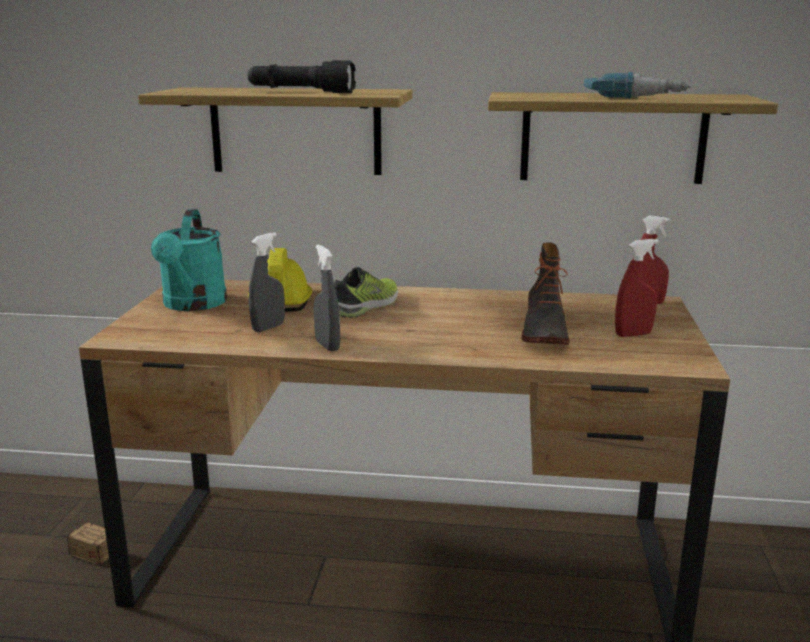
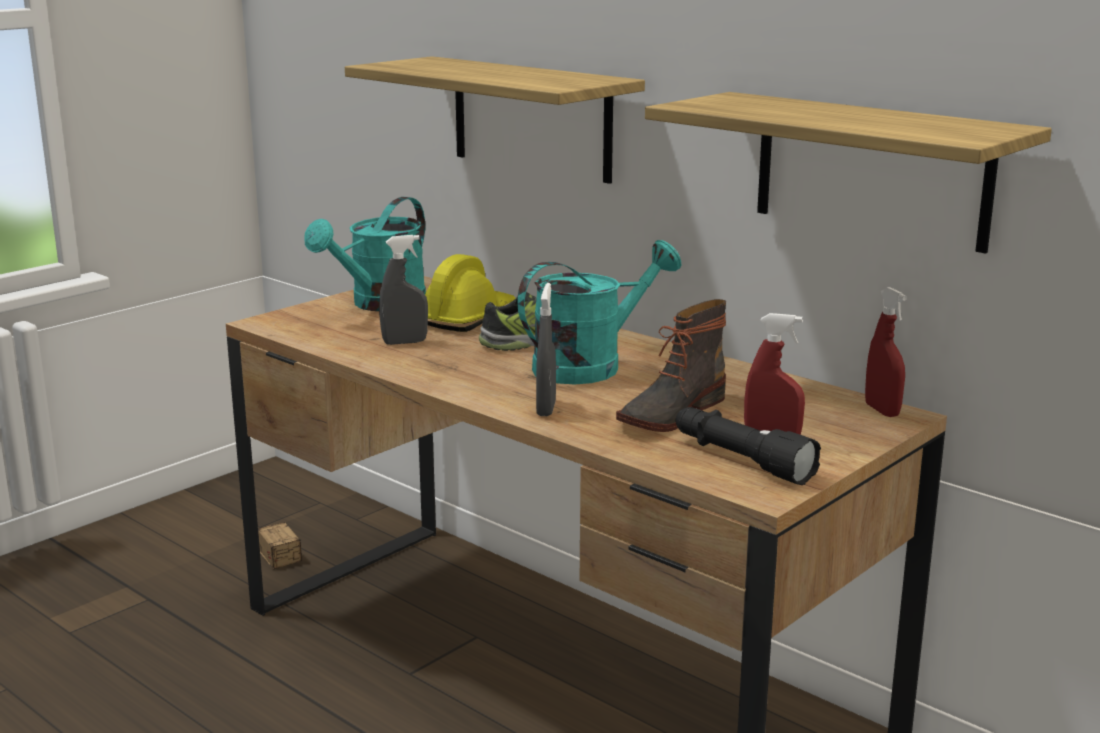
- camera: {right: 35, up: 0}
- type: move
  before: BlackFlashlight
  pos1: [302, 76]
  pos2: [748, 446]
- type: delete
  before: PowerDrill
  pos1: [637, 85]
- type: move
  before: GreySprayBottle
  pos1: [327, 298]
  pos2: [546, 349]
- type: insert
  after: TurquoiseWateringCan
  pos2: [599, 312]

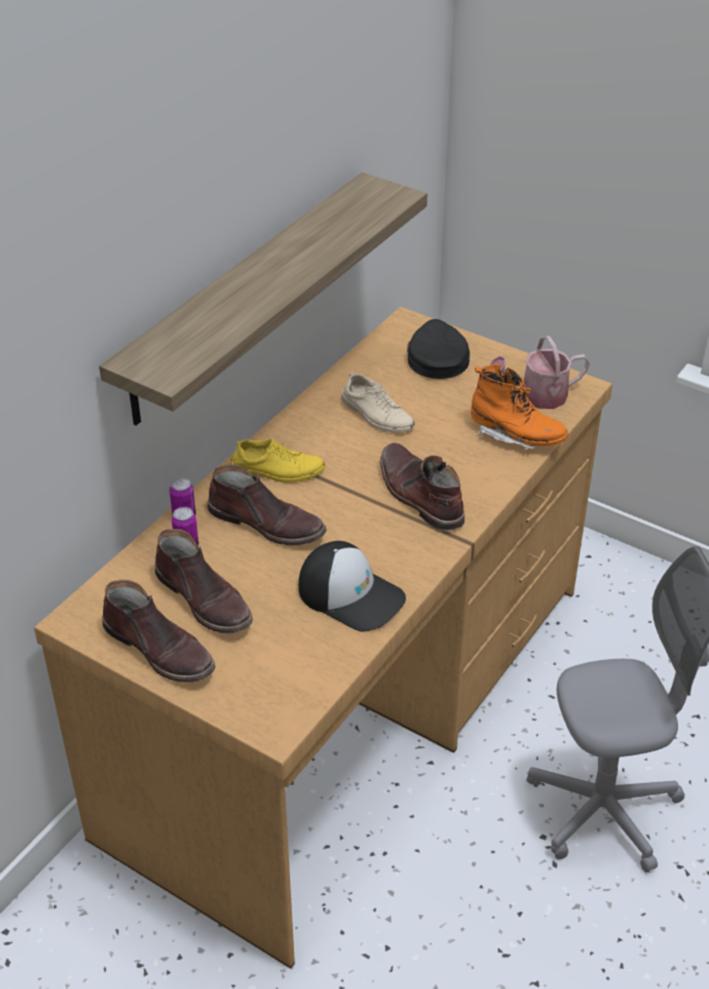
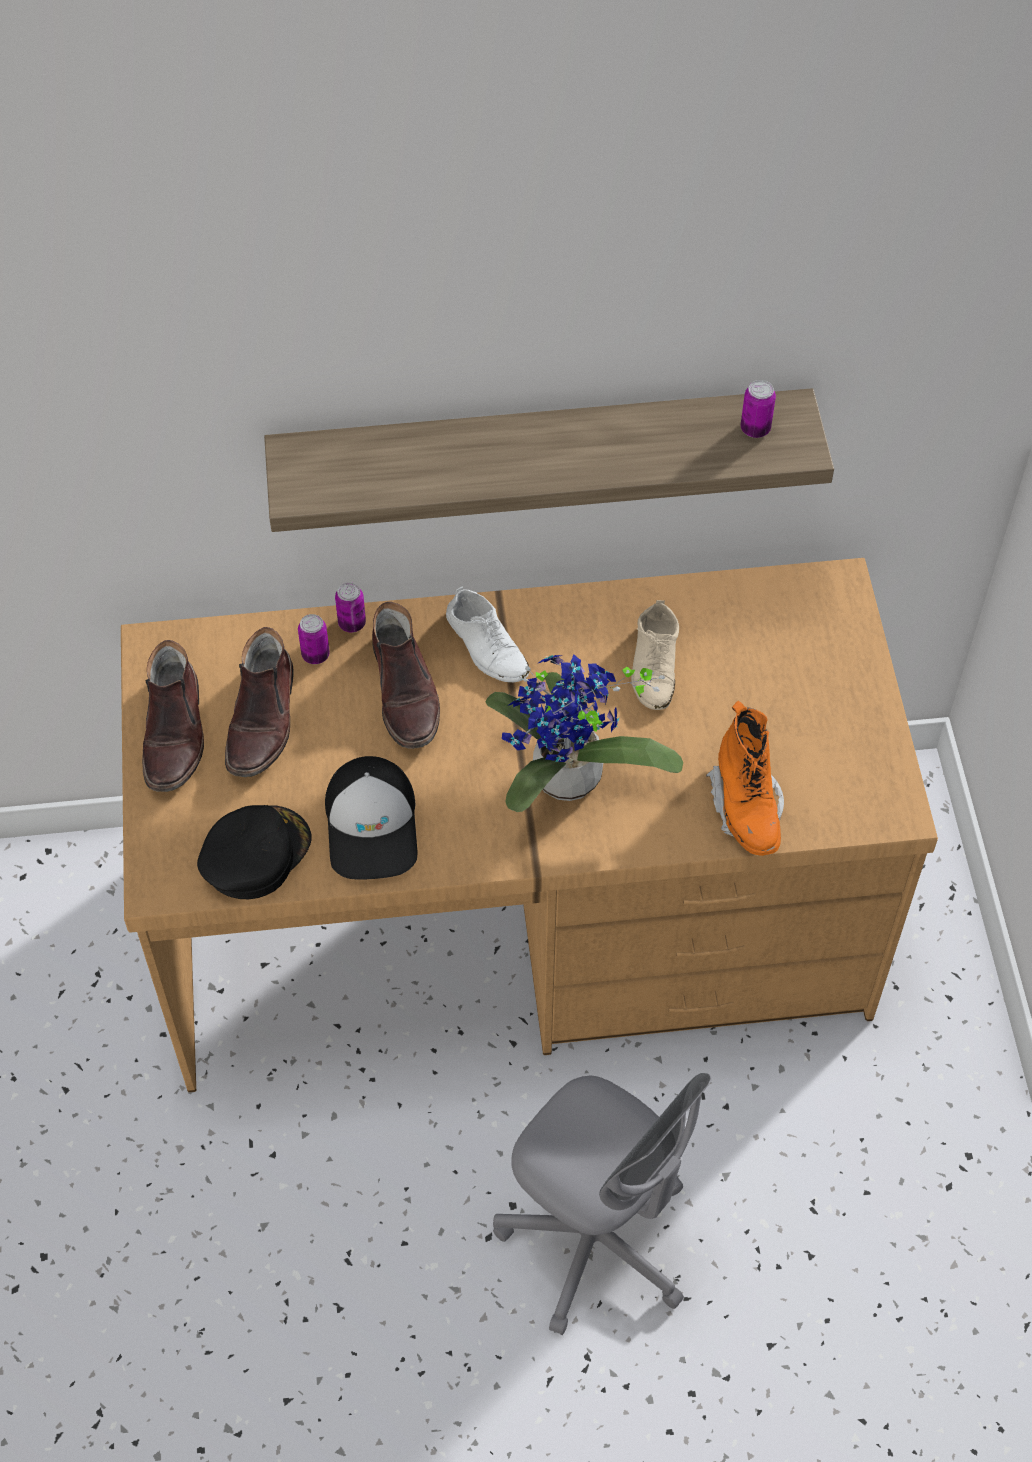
- camera: {right: 50, up: 15}
- type: move
  before: BlackCap
  pos1: [438, 349]
  pos2: [254, 851]
- type: delete
  before: WateringCan
  pos1: [540, 372]
- type: recolor
  before: YellowShoe
  after: WhiteShoe
  pos1: [278, 460]
  pos2: [487, 634]
- type: replace
  before: BrownBoot
  after: PottedPlant
  pos1: [422, 487]
  pos2: [584, 733]
- type: insert
  after: Can
  pos2: [758, 409]

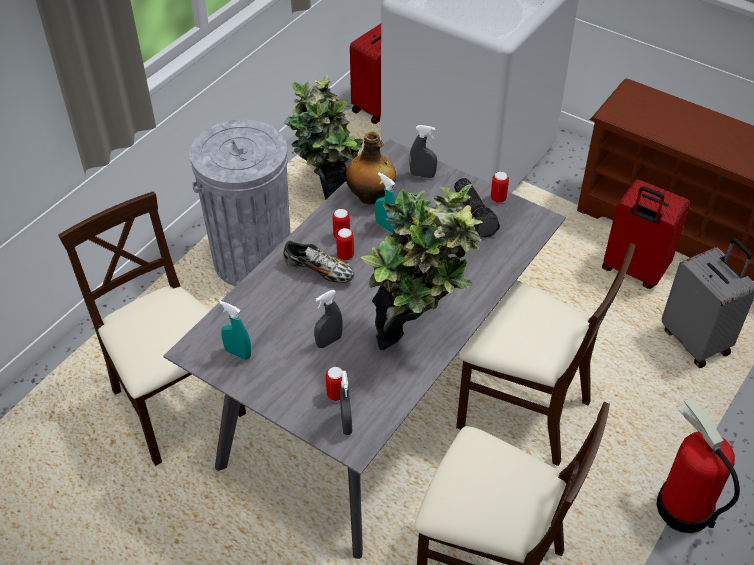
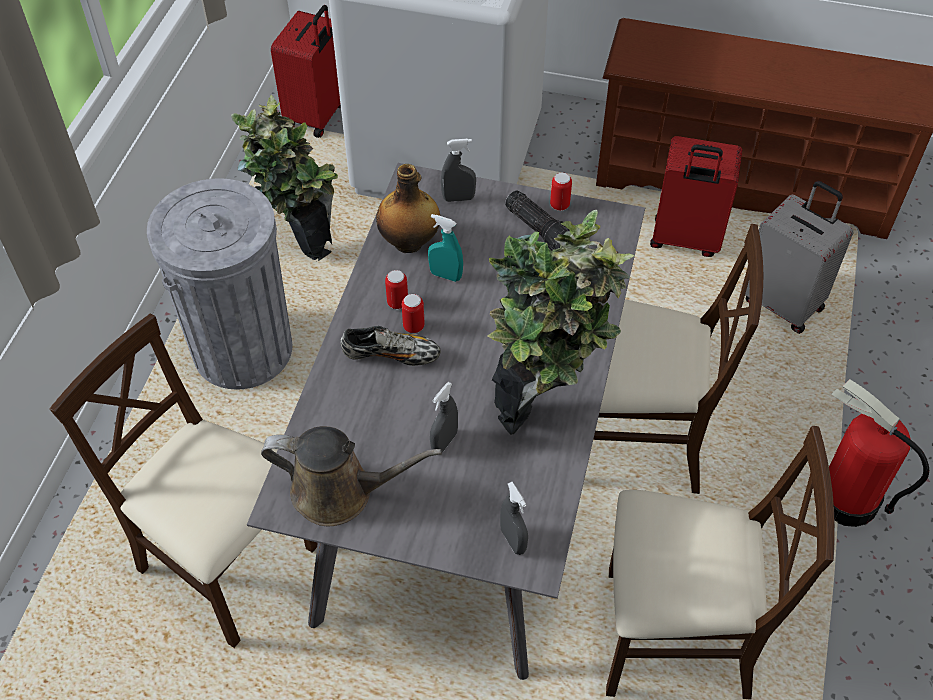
- camera: {right: -20, up: 5}
- type: replace
  before: TurquoiseSprayBottle
  after: BrownWateringCan
  pos1: [235, 330]
  pos2: [351, 476]
- type: delete
  before: Can
  pos1: [334, 384]

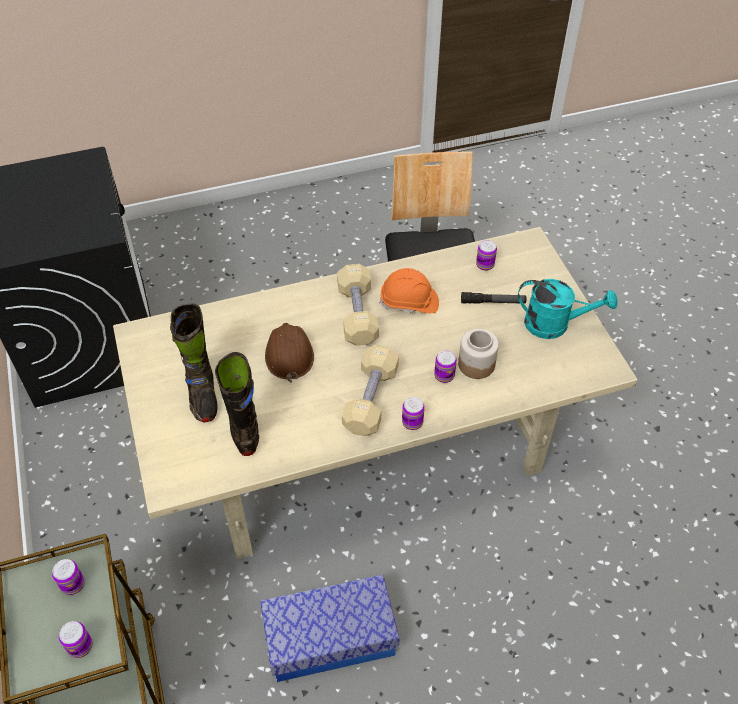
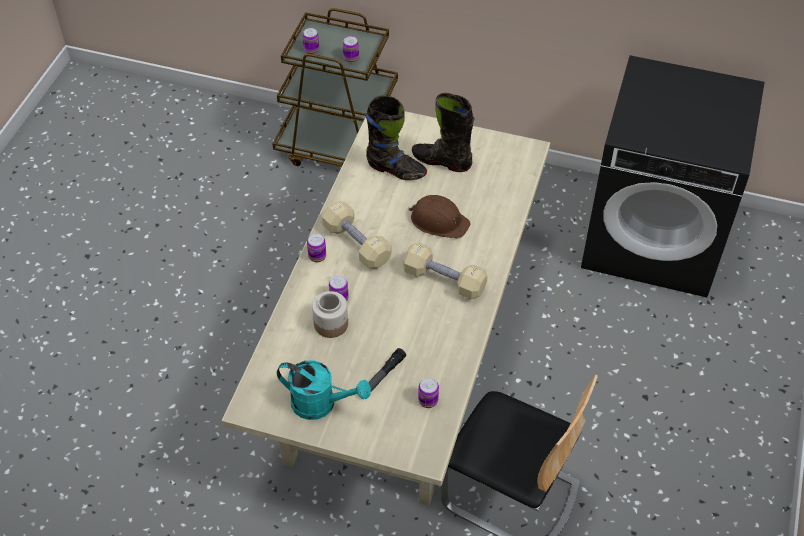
- camera: {right: 125, up: 0}
- type: delete
  before: OrangeHardHat
  pos1: [409, 290]
- type: rotate
  before: TurquoiseWateringCan
  pos1: [568, 309]
  pos2: [324, 390]
  turn: -120
- type: delete
  before: StorageBox
  pos1: [330, 628]

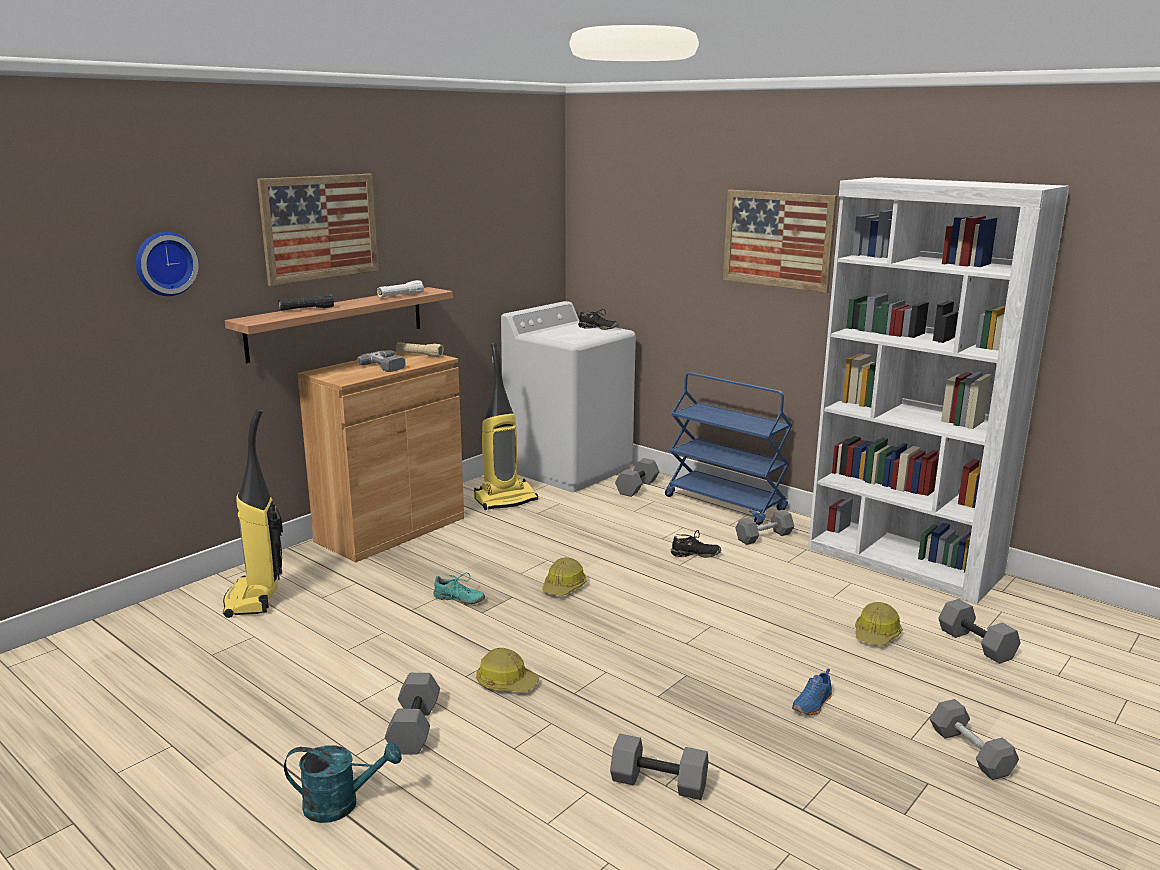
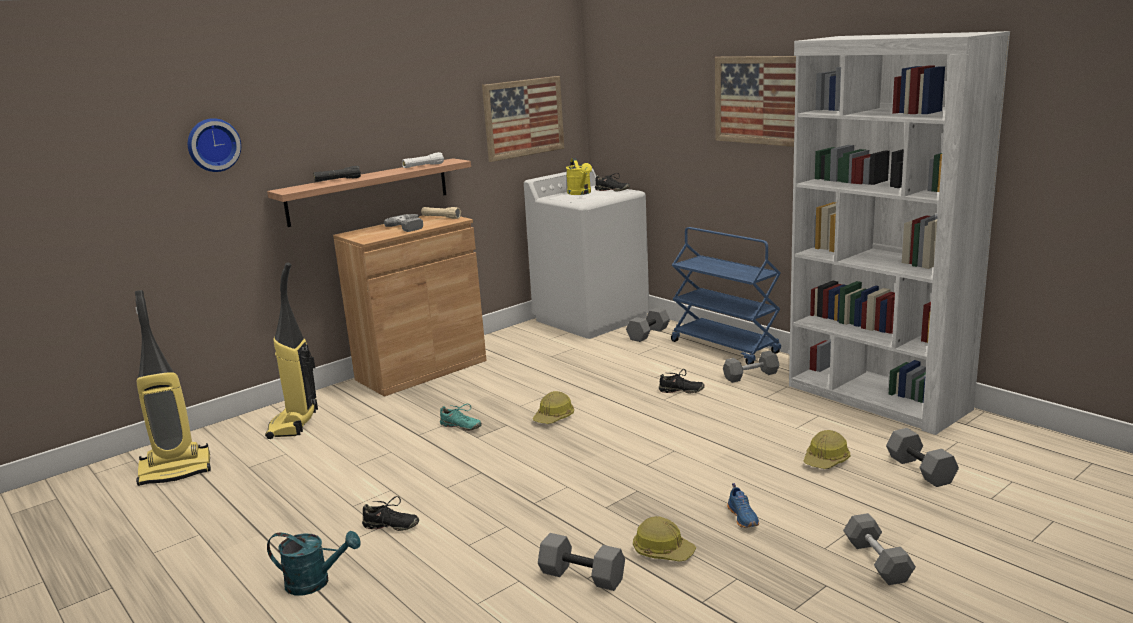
- camera: {right: 10, up: 0}
- type: move
  before: Picture
  pos1: [317, 230]
  pos2: [523, 119]
- type: move
  before: VacuumCleaner
  pos1: [506, 426]
  pos2: [173, 388]
- type: move
  before: HardHat
  pos1: [508, 670]
  pos2: [664, 538]
- type: rotate
  before: BlueShoe
  pos1: [812, 691]
  pos2: [743, 505]
  turn: -60
- type: replace
  before: GreyDumbbell
  after: BlackShoe
  pos1: [412, 714]
  pos2: [390, 513]
- type: insert
  after: YellowWateringCan
  pos2: [579, 176]

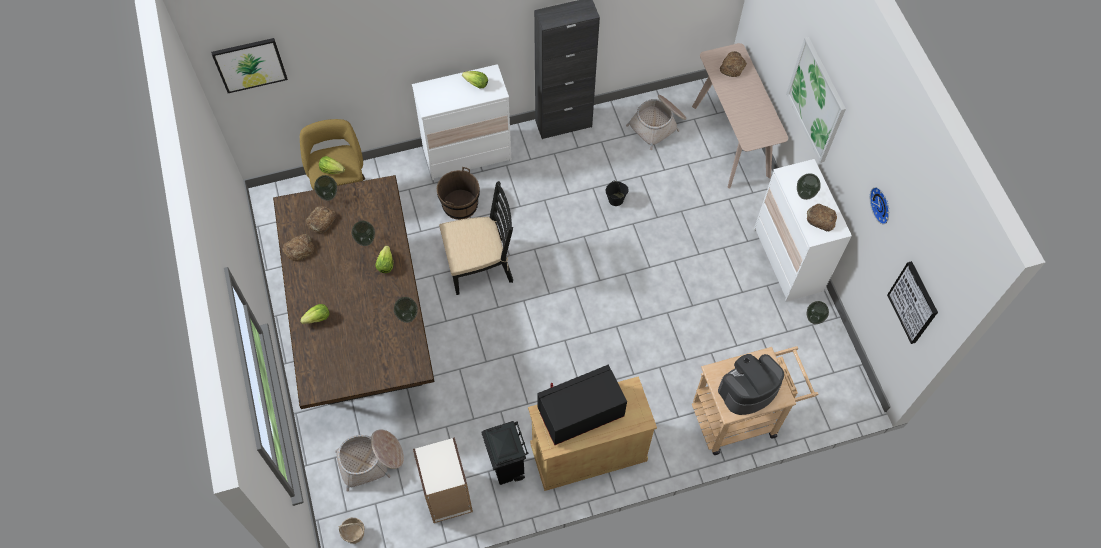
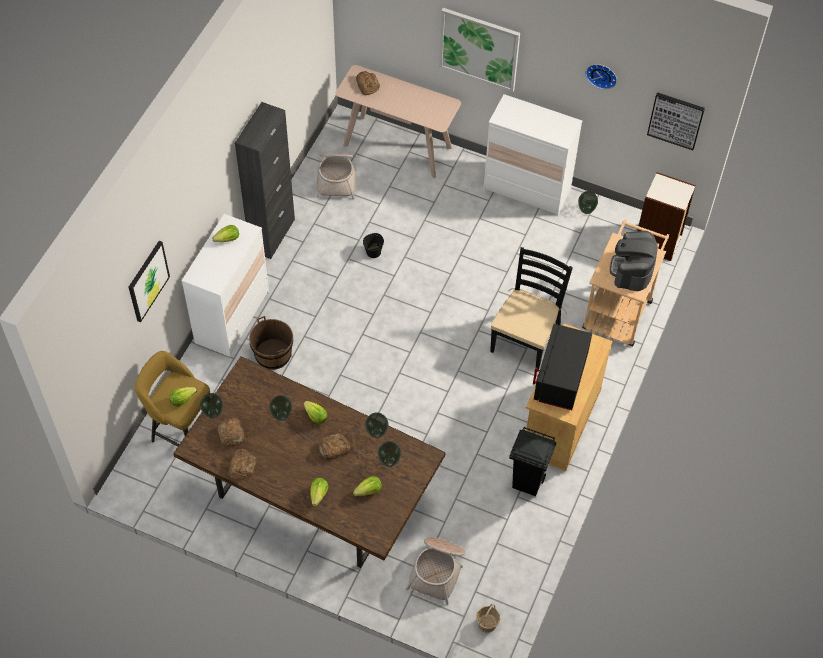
- camera: {right: -50, up: -5}
- type: move
  before: Picture
  pos1: [249, 65]
  pos2: [149, 281]
- type: move
  before: Vase
  pos1: [809, 186]
  pos2: [389, 454]
- type: move
  before: BlackChair
  pos1: [476, 238]
  pos2: [531, 308]
- type: move
  before: Bread
  pos1: [822, 217]
  pos2: [335, 446]
- type: move
  before: Bookcase
  pos1: [443, 480]
  pos2: [666, 216]
- type: insert
  after: Lettuce
  pos2: [367, 486]

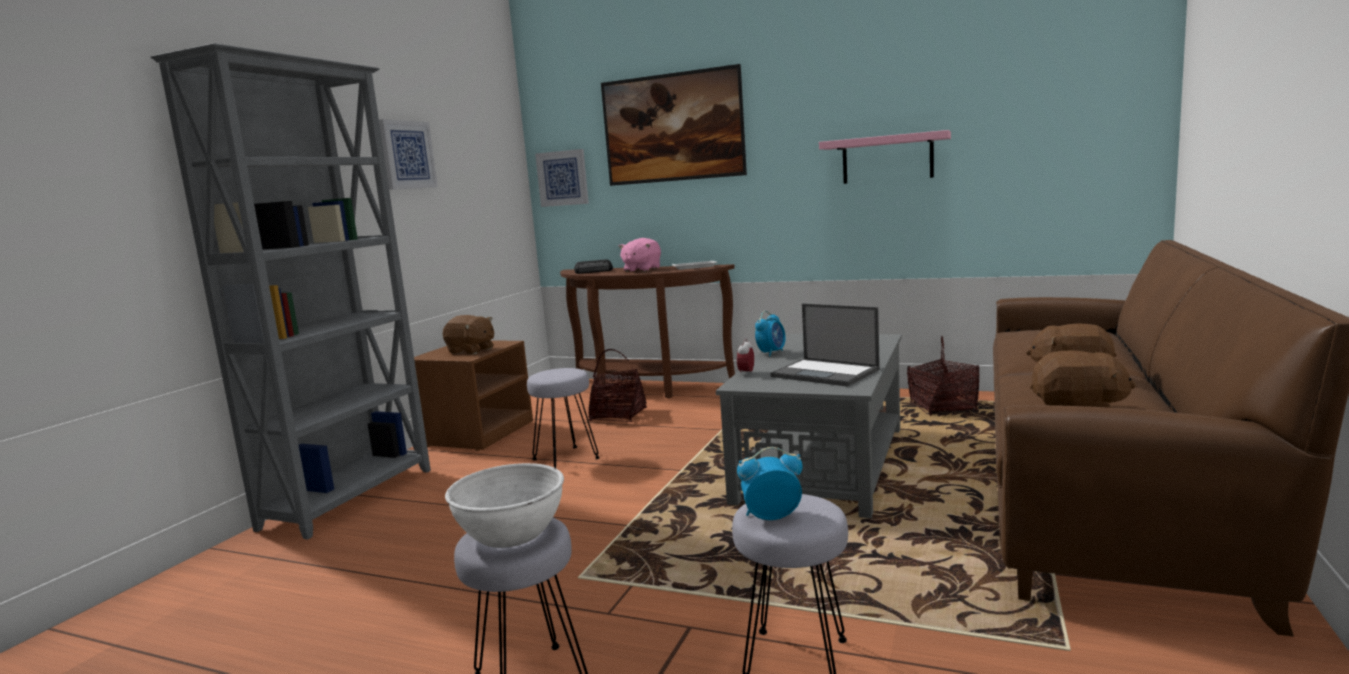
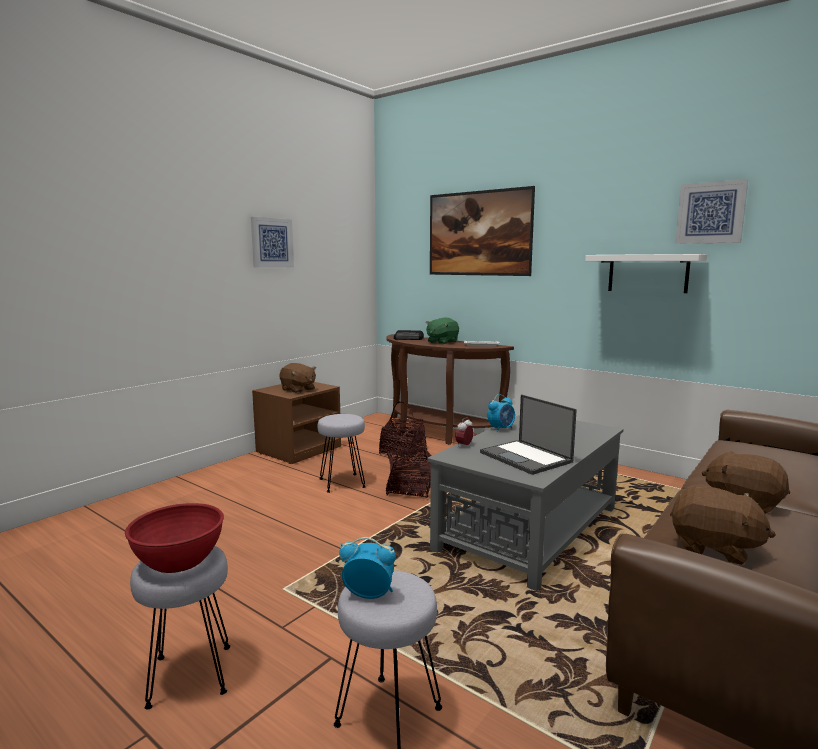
- camera: {right: 15, up: 0}
- type: delete
  before: GreyBookcase
  pos1: [290, 291]
- type: recolor
  before: PinkShelf
  after: WhiteShelf
  pos1: [885, 157]
  pos2: [646, 273]
- type: move
  before: Picture
  pos1: [562, 178]
  pos2: [711, 211]
- type: recolor
  before: PinkPlushToy
  after: GreenPlushToy
  pos1: [639, 255]
  pos2: [442, 331]
- type: move
  before: Basket
  pos1: [943, 376]
  pos2: [408, 463]
- type: recolor
  before: WhiteBowl
  after: RedBowl
  pos1: [504, 505]
  pos2: [174, 538]

